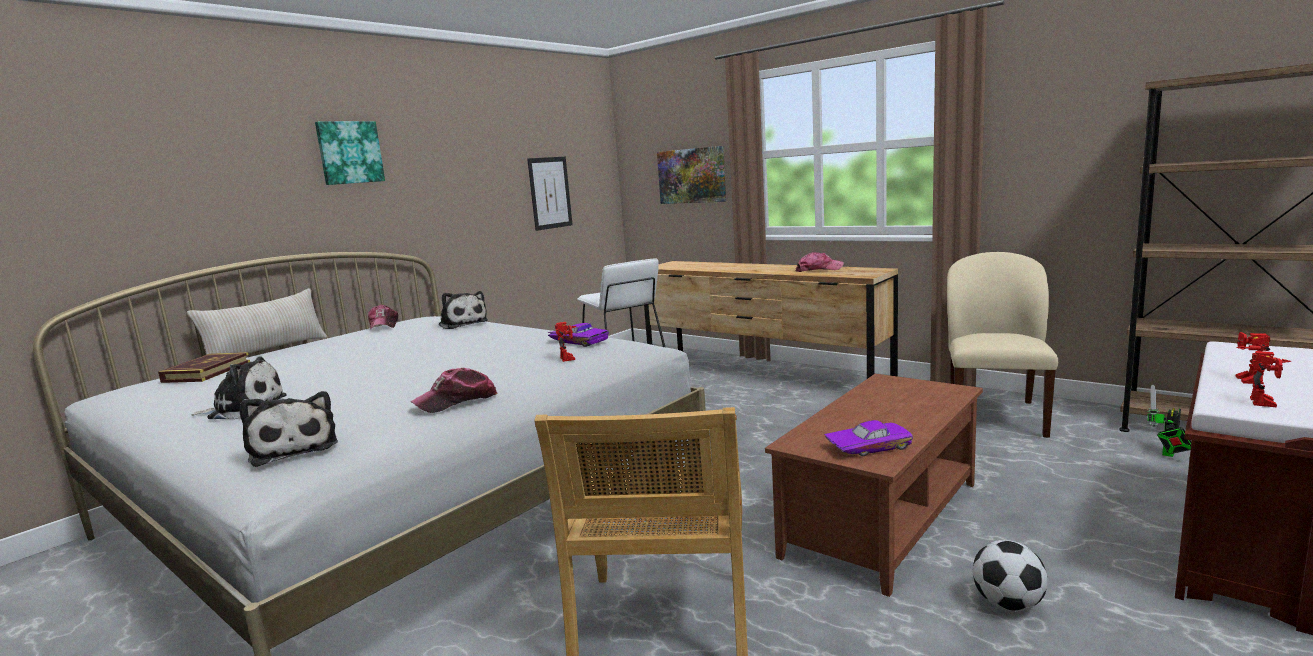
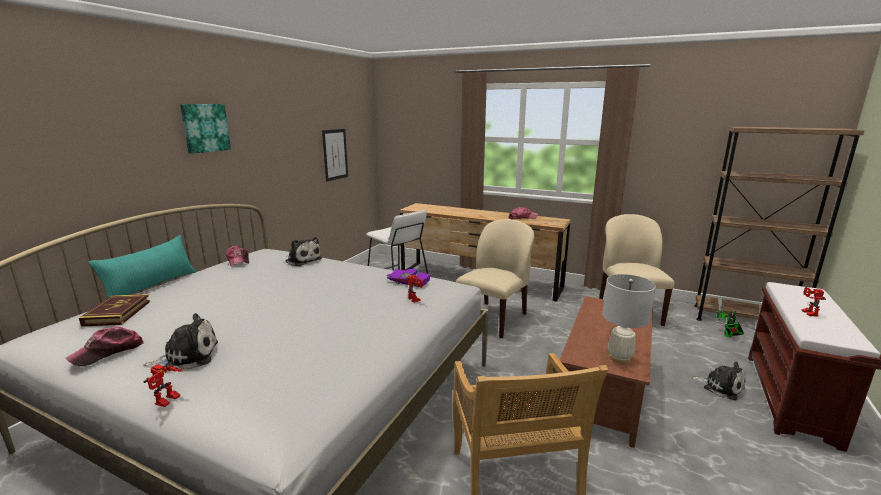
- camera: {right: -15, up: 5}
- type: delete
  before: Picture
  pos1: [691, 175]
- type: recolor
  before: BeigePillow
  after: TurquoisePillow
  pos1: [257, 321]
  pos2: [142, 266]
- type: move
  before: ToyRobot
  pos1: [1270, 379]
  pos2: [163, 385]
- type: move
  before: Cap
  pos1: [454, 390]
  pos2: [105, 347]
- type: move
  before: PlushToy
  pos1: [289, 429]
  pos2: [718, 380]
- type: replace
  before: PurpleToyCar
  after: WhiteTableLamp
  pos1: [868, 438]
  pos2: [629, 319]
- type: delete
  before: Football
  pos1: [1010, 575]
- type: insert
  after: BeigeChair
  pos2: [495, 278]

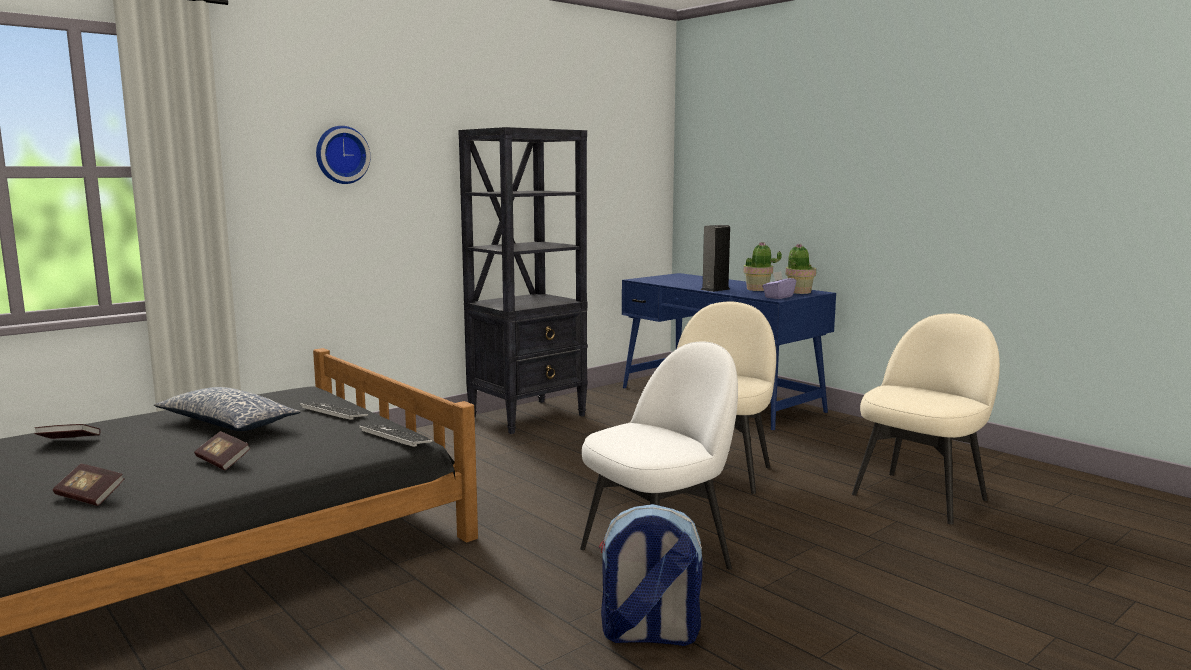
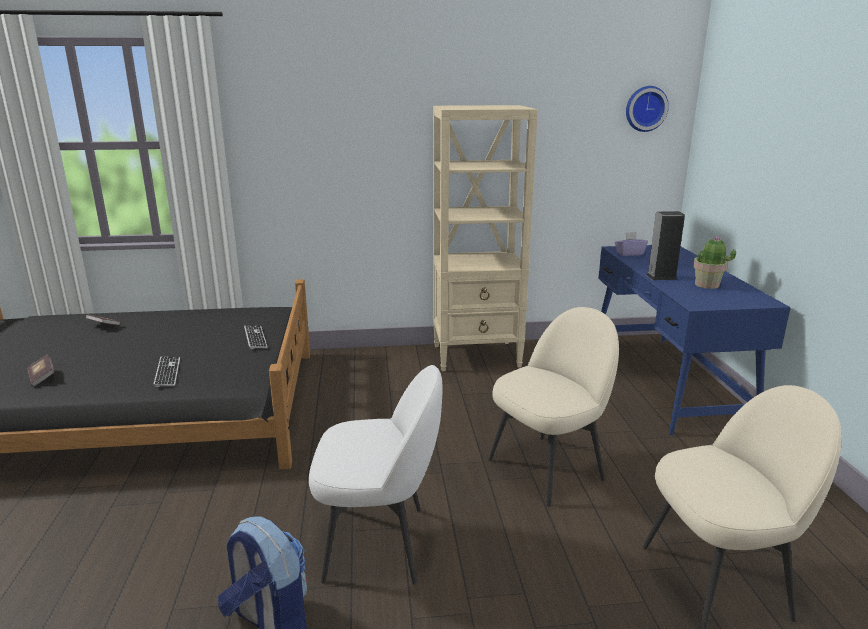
- camera: {right: 35, up: 10}
- type: move
  before: WallClock
  pos1: [343, 155]
  pos2: [647, 109]
- type: recolor
  before: BlackBookcase
  after: BeigeBookcase
  pos1: [523, 280]
  pos2: [485, 238]
- type: delete
  before: PottedPlant
  pos1: [801, 269]
- type: move
  before: PurpleTissueBox
  pos1: [779, 285]
  pos2: [631, 244]
- type: delete
  before: Pillow
  pos1: [227, 409]
- type: move
  before: Keyboard
  pos1: [396, 435]
  pos2: [166, 372]
- type: delete
  before: Book
  pos1: [222, 450]

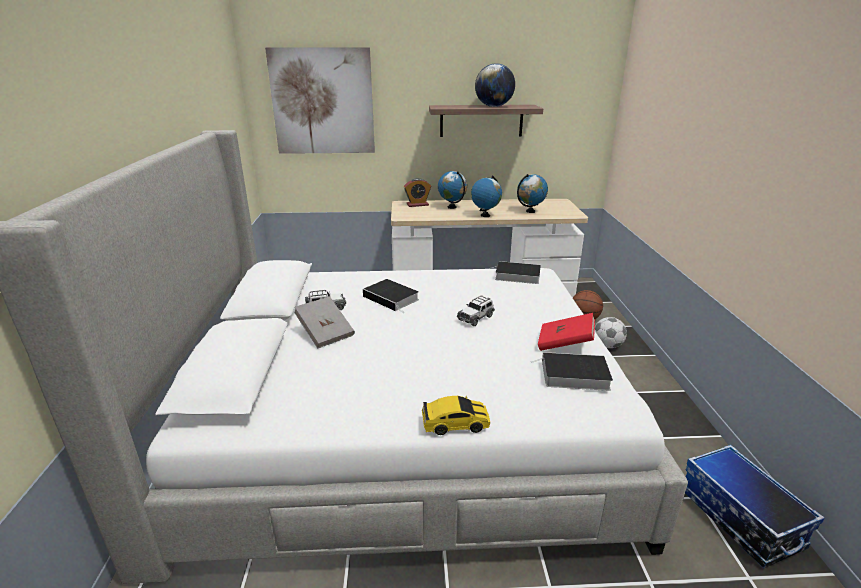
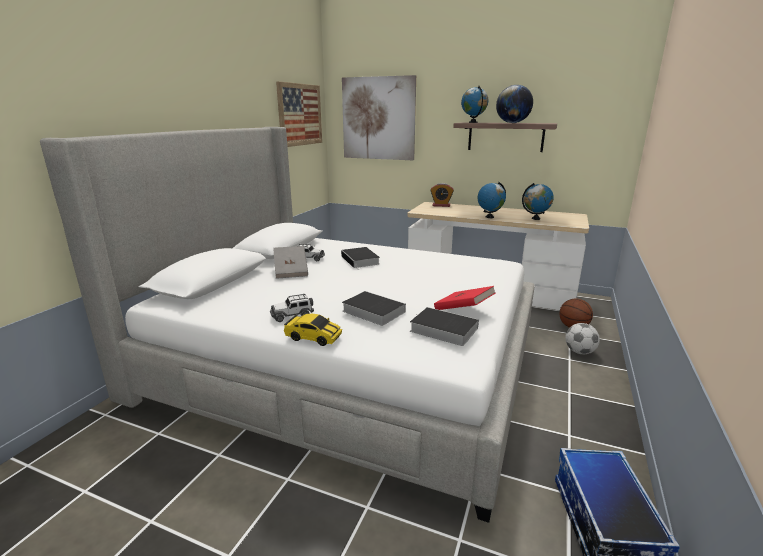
- camera: {right: 25, up: -5}
- type: move
  before: Globe
  pos1: [452, 190]
  pos2: [474, 104]
- type: move
  before: Book
  pos1: [516, 272]
  pos2: [374, 308]
- type: move
  before: ToyCar
  pos1: [476, 310]
  pos2: [292, 308]
- type: insert
  after: Picture
  pos2: [299, 114]

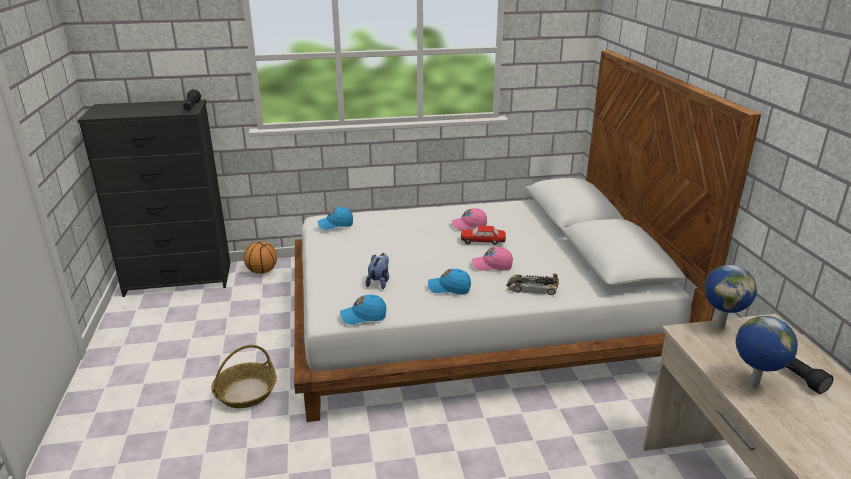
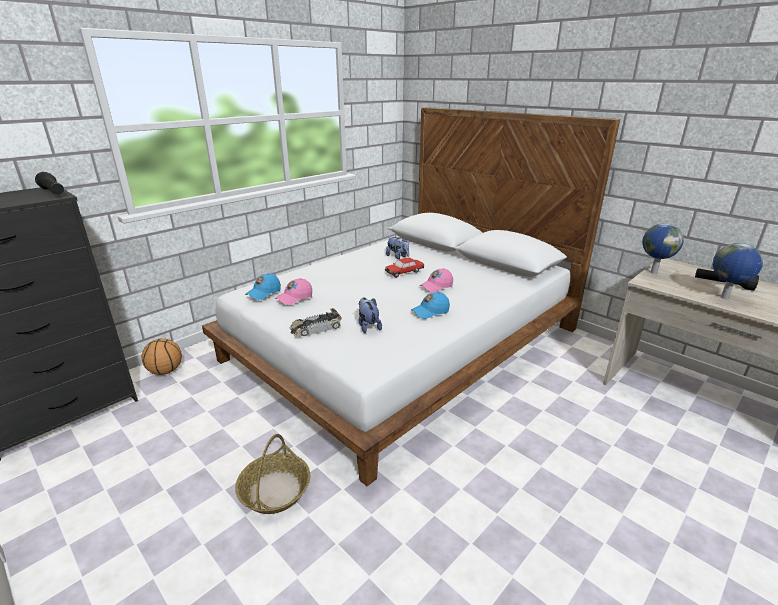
- camera: {right: -35, up: 0}
- type: move
  before: PinkCap
  pos1: [469, 219]
  pos2: [293, 291]
- type: move
  before: ToyCar
  pos1: [532, 284]
  pos2: [315, 322]
- type: delete
  before: BlueCap
  pos1: [363, 310]
- type: insert
  after: PlushToy
  pos2: [397, 248]

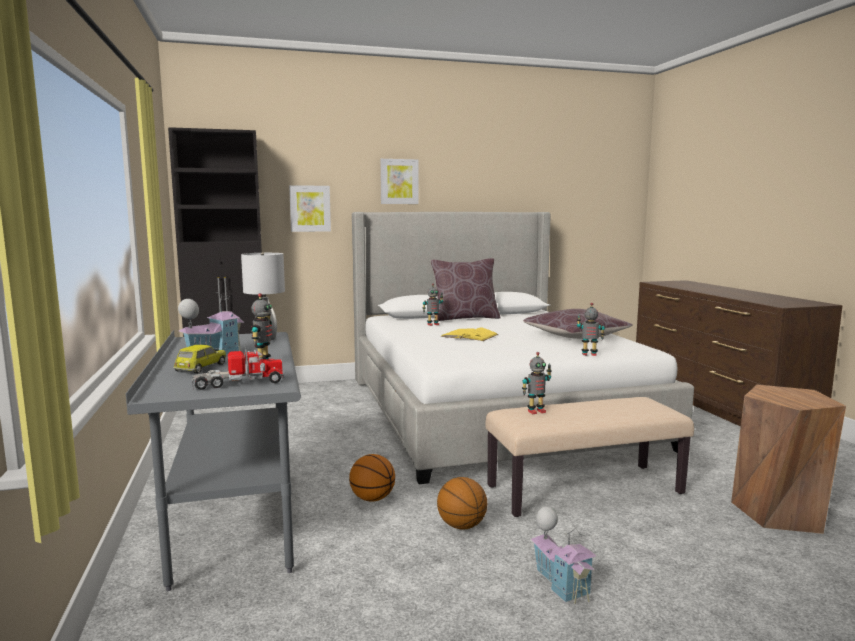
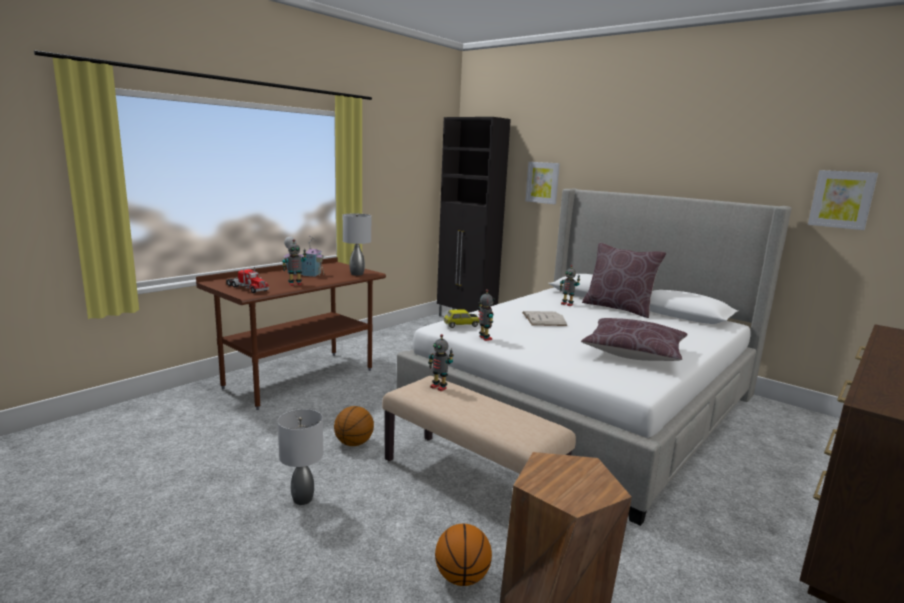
- camera: {right: 55, up: 5}
- type: move
  before: Picture
  pos1: [399, 181]
  pos2: [843, 200]
- type: move
  before: ToyRobot
  pos1: [591, 329]
  pos2: [486, 315]
- type: recolor
  before: YellowBook
  after: WhiteBook
  pos1: [469, 334]
  pos2: [544, 318]
- type: recolor
  before: GreyDesk
  after: BrownDesk
  pos1: [213, 460]
  pos2: [291, 333]
- type: move
  before: ToyCar
  pos1: [199, 359]
  pos2: [462, 318]
- type: move
  before: Basketball
  pos1: [372, 478]
  pos2: [463, 555]
- type: replace
  before: ToyHouse
  after: GreyTableLamp
  pos1: [563, 555]
  pos2: [300, 457]

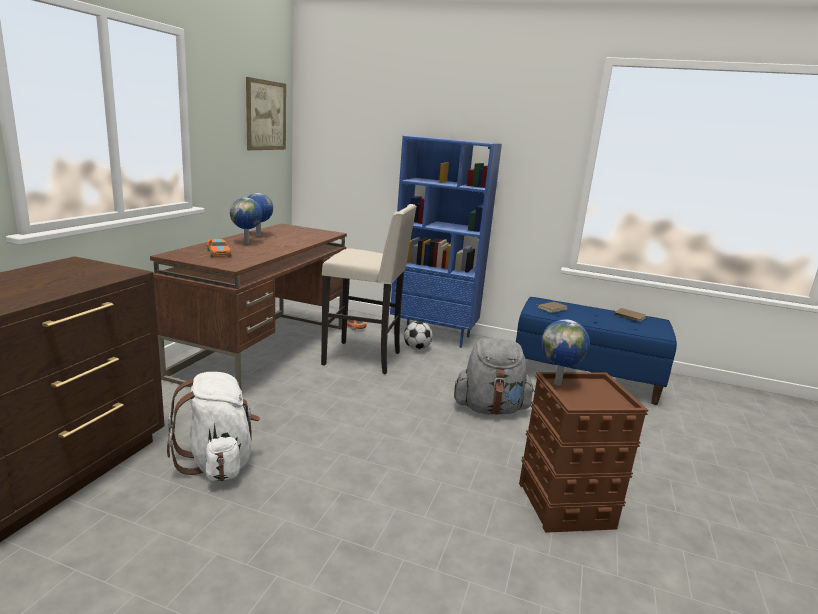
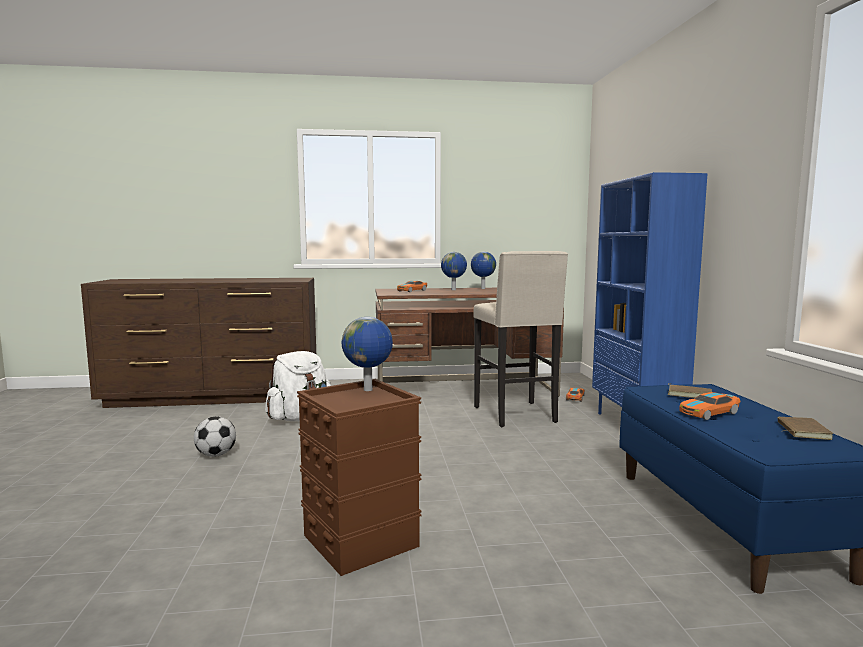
- camera: {right: 65, up: -10}
- type: delete
  before: Picture
  pos1: [266, 113]
- type: move
  before: Football
  pos1: [418, 335]
  pos2: [215, 436]
- type: delete
  before: GreyBackpack
  pos1: [494, 376]
- type: insert
  after: ToyCar
  pos2: [710, 406]

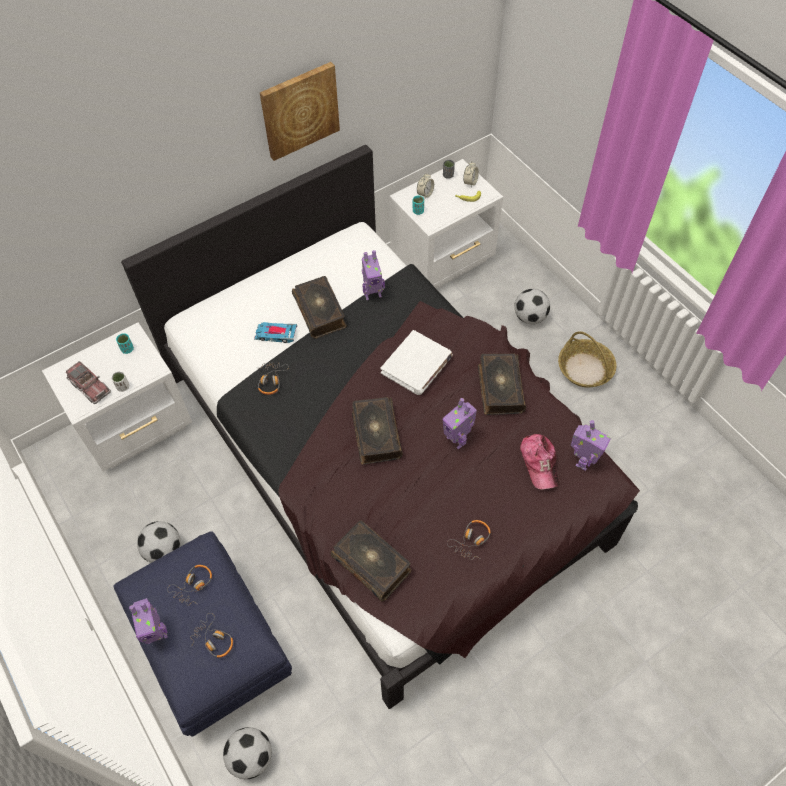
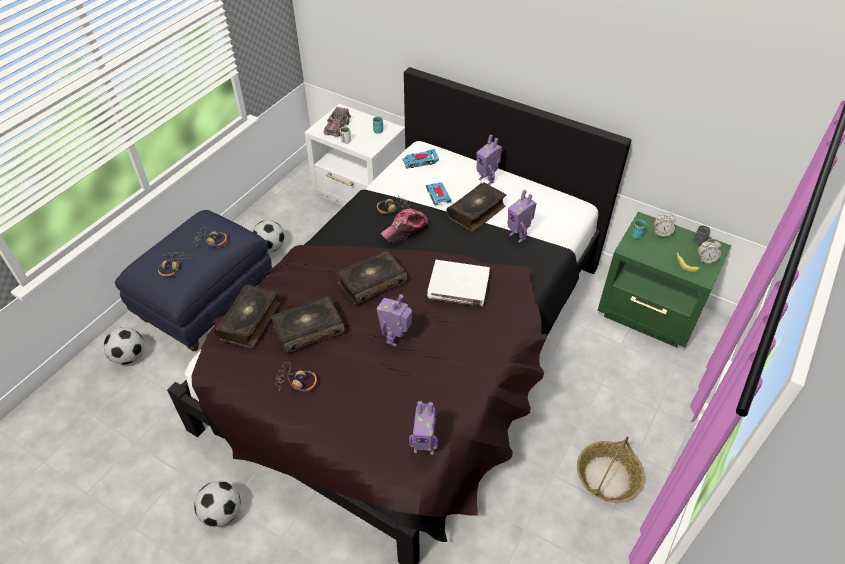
- camera: {right: 65, up: -10}
- type: delete
  before: Picture
  pos1: [300, 111]
- type: recolor
  before: WhiteNightstand
  after: GreenNightstand
  pos1: [446, 224]
  pos2: [664, 280]
- type: move
  before: Football
  pos1: [532, 306]
  pos2: [217, 504]
- type: move
  before: Book
  pos1: [502, 384]
  pos2: [308, 325]
- type: move
  before: Cap
  pos1: [539, 461]
  pos2: [405, 226]
- type: move
  before: ToyRobot
  pos1: [148, 621]
  pos2: [489, 160]
- type: insert
  after: ToyCar
  pos2: [420, 159]

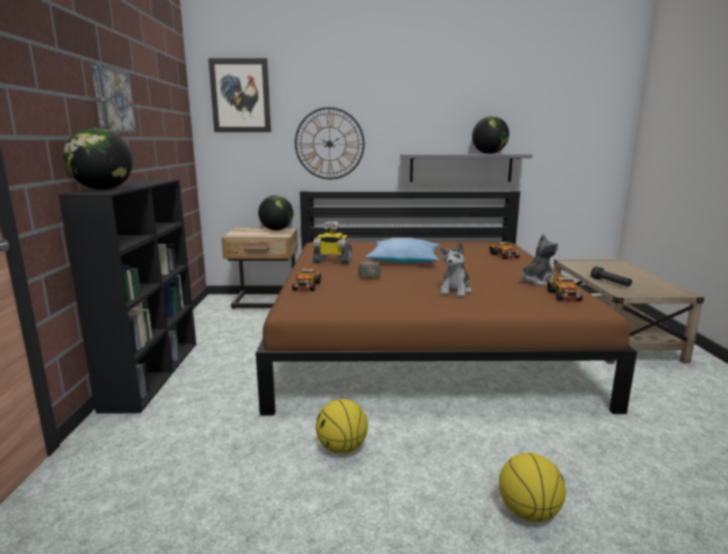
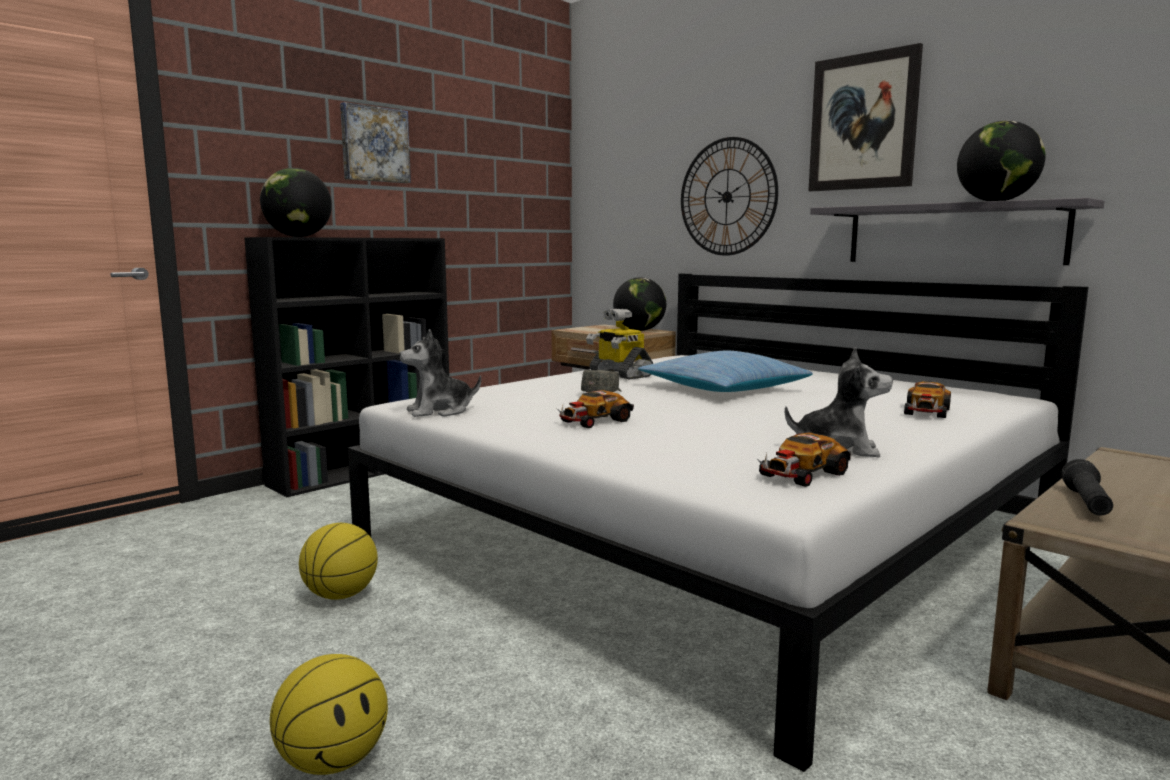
- camera: {right: 45, up: -5}
- type: move
  before: Picture
  pos1: [239, 95]
  pos2: [865, 117]
- type: recolor
  before: BrownBed
  after: WhiteBed
  pos1: [446, 303]
  pos2: [718, 523]
- type: move
  before: PlushToy
  pos1: [456, 270]
  pos2: [440, 373]
- type: move
  before: ToyCar
  pos1: [306, 279]
  pos2: [595, 409]

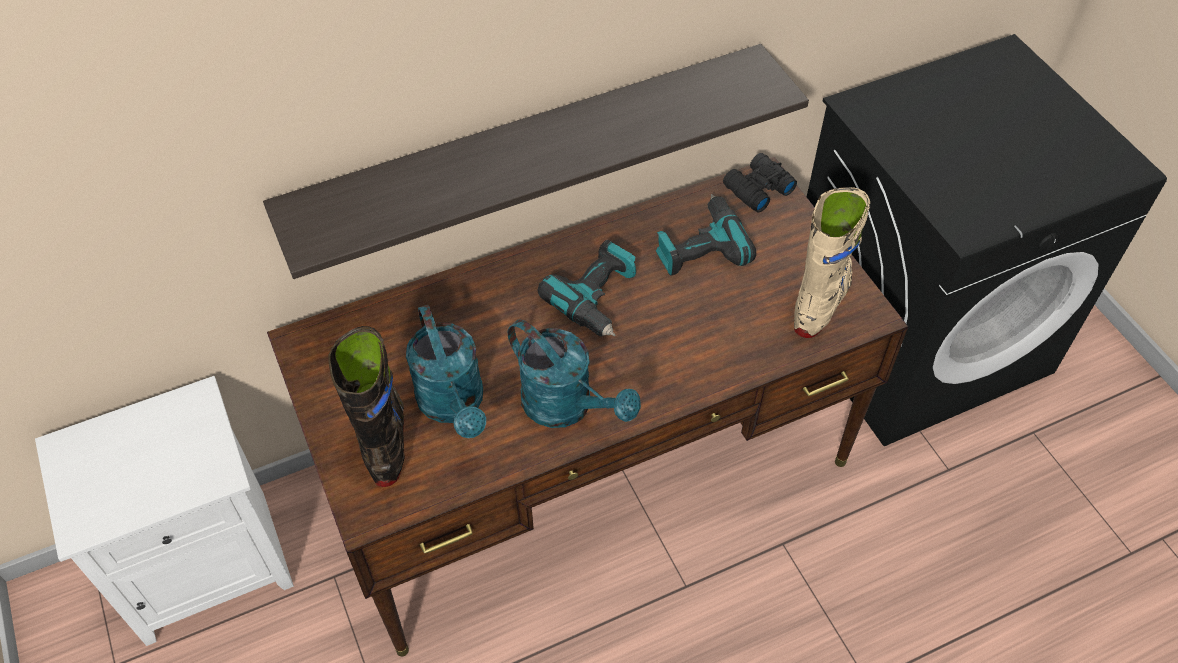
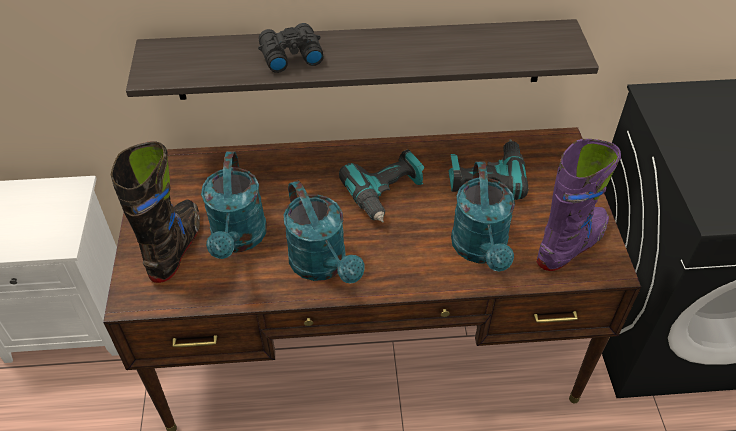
- camera: {right: 20, up: -5}
- type: move
  before: BlackBinoculars
  pos1: [760, 183]
  pos2: [291, 48]
- type: recolor
  before: BeigeBoot
  after: PurpleBoot
  pos1: [832, 262]
  pos2: [579, 205]
- type: insert
  after: TurquoiseWateringCan
  pos2: [483, 216]

